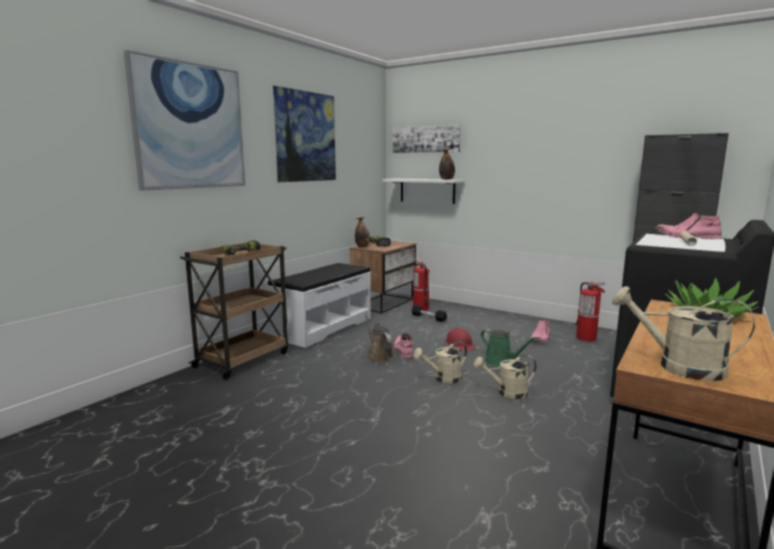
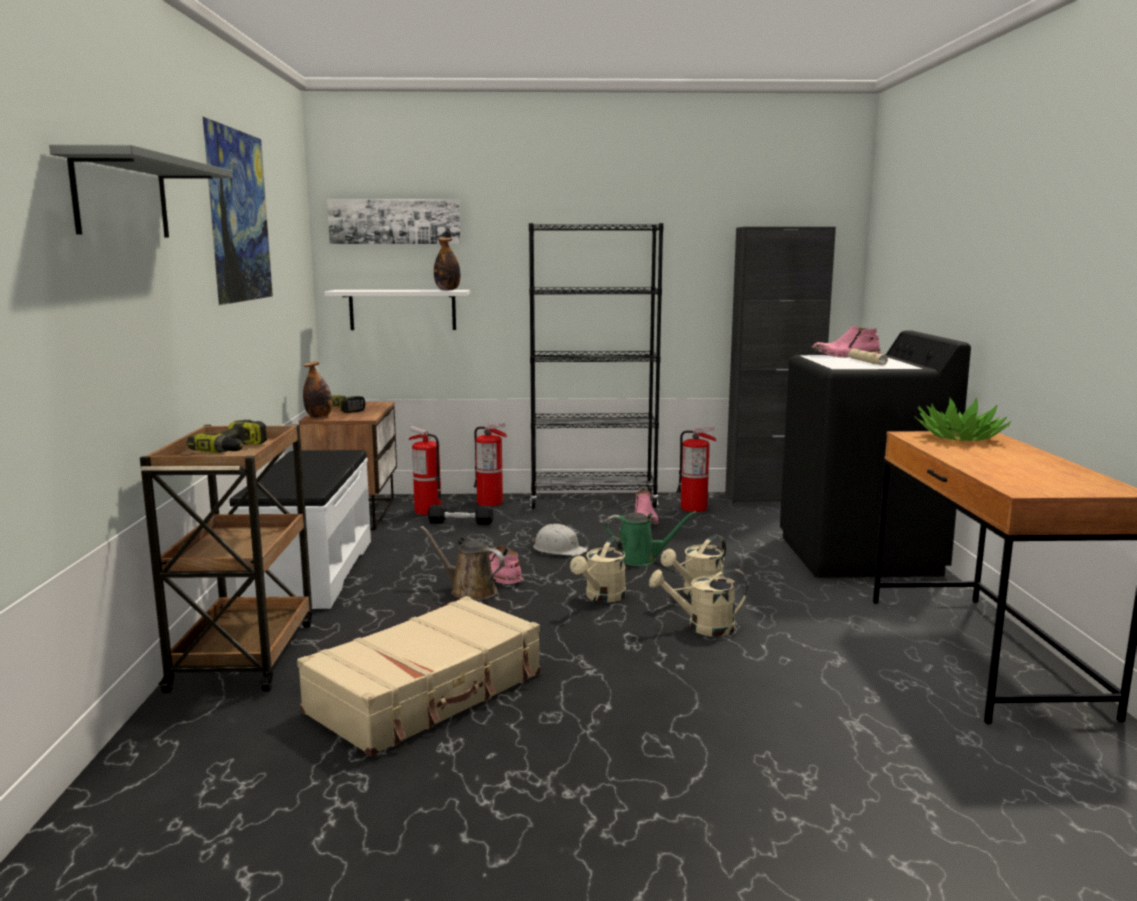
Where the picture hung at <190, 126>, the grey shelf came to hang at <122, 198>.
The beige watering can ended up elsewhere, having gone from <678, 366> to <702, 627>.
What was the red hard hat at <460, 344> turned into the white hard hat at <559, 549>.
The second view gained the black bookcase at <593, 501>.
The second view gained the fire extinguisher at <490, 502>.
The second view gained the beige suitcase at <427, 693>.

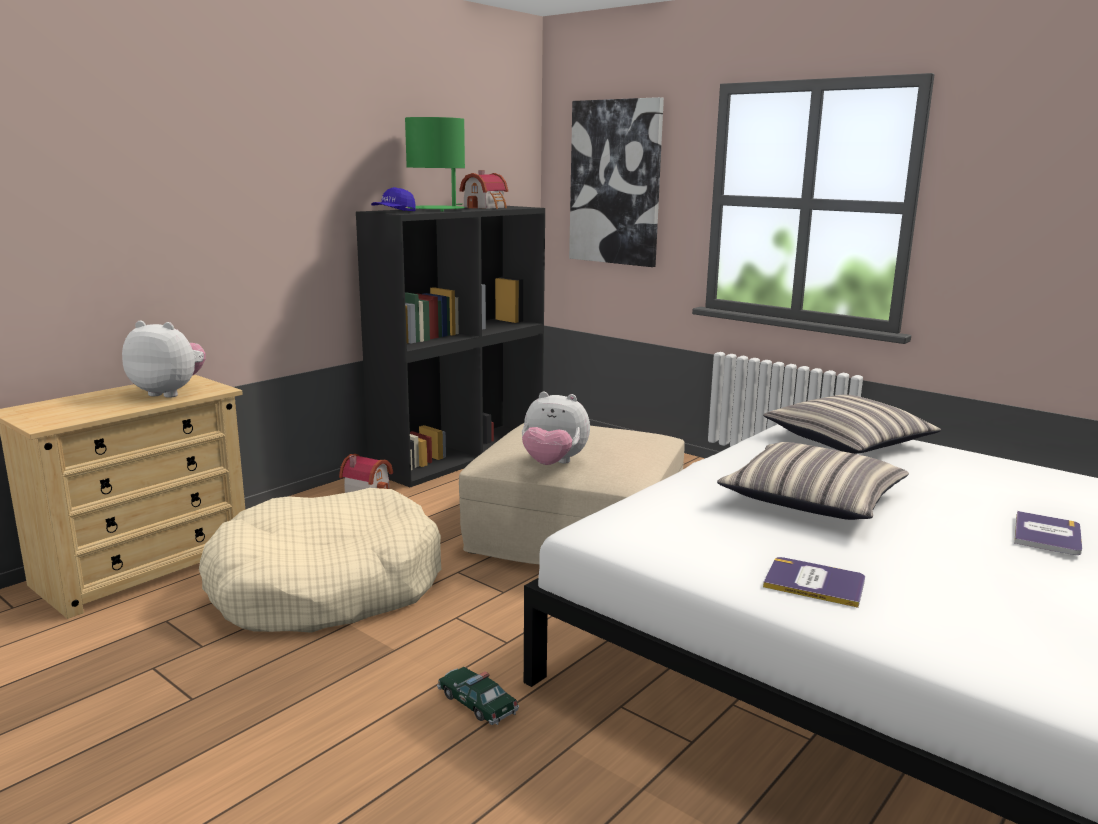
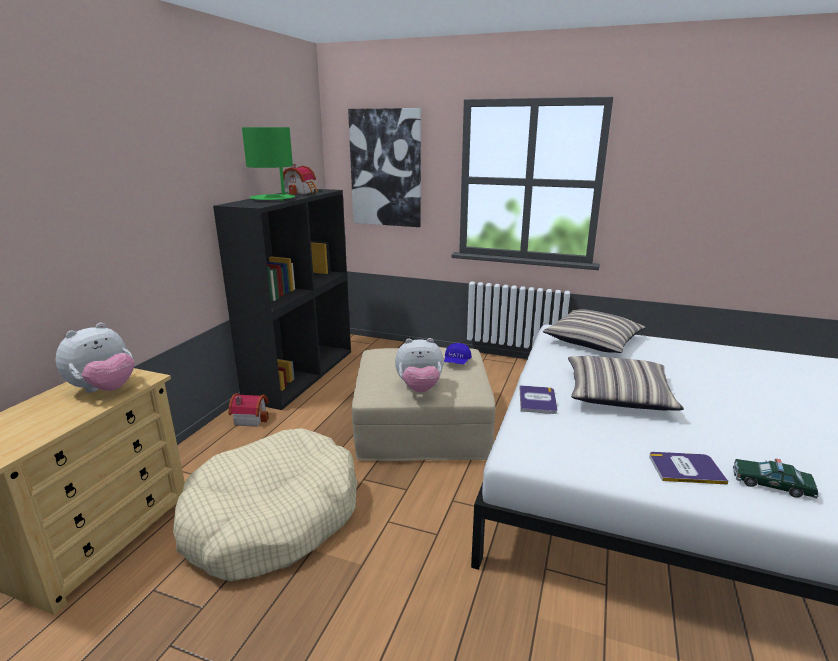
The blue cap ended up elsewhere, having gone from <394, 212> to <457, 362>.
The plush toy at <169, 392> ended up facing another way, 135 degrees clockwise from before.
The book ended up elsewhere, having gone from <1047, 534> to <537, 400>.
The toy car ended up elsewhere, having gone from <477, 703> to <771, 484>.

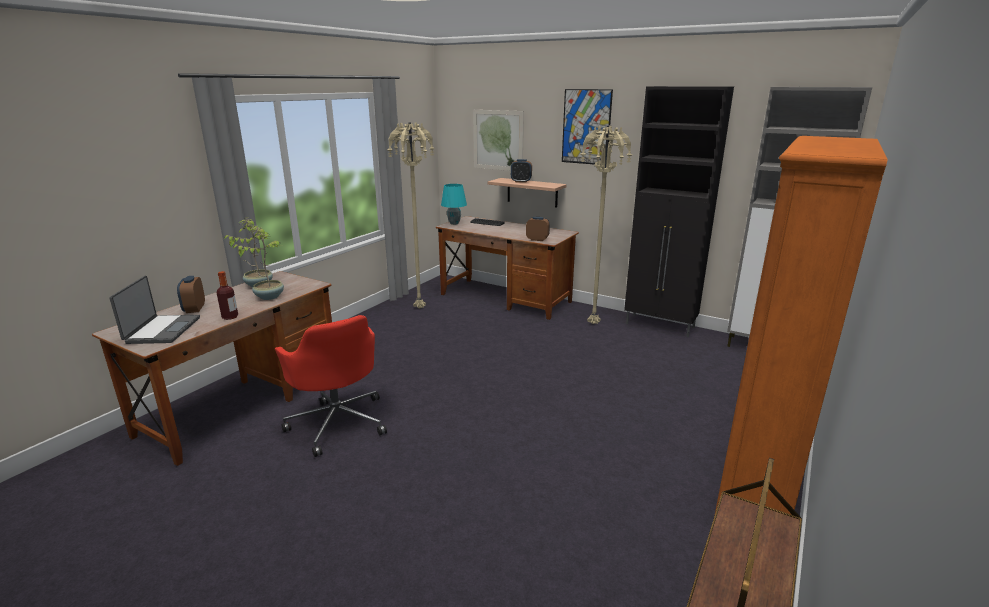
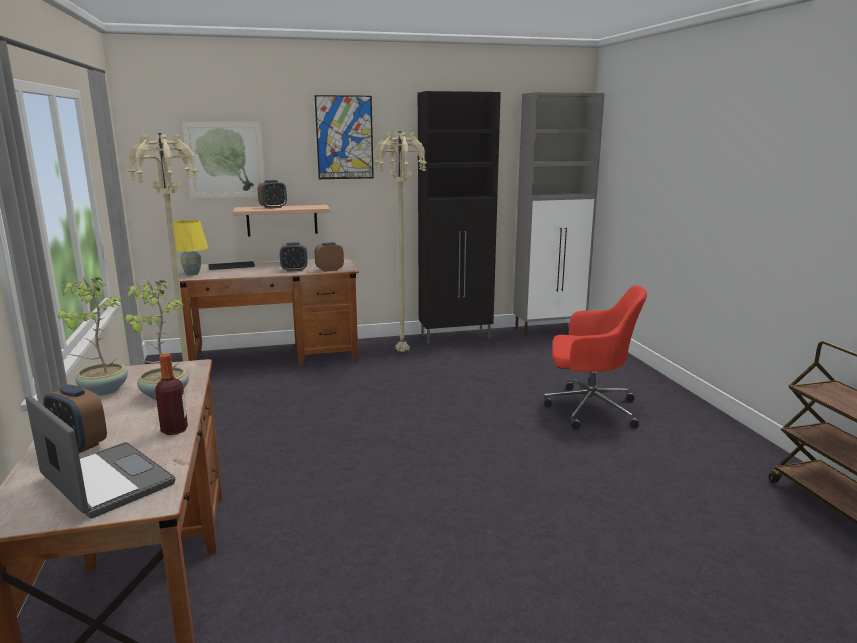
The second view lost the orange bookcase at <757, 491>.
What was the turquoise table lamp at <454, 223> turned into the yellow table lamp at <193, 274>.
The red office chair ended up elsewhere, having gone from <338, 422> to <588, 409>.
The second view gained the alarm clock at <294, 270>.

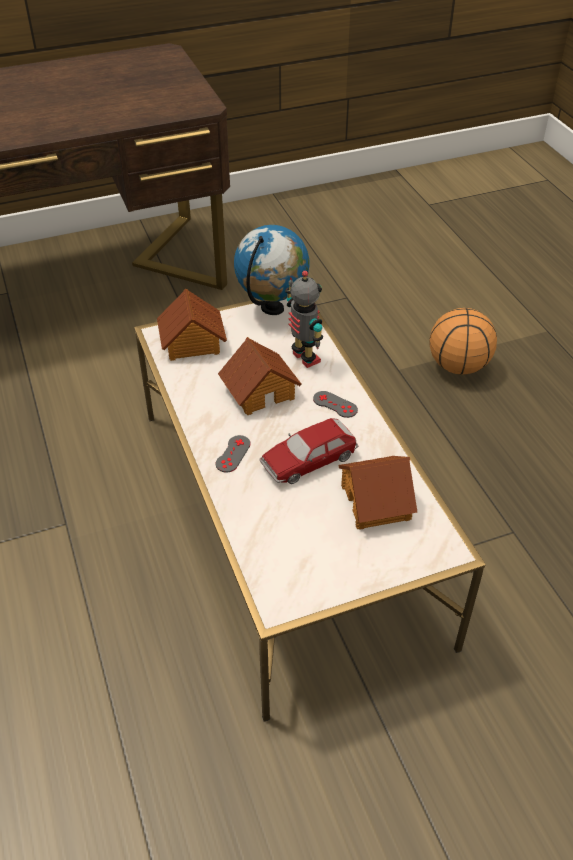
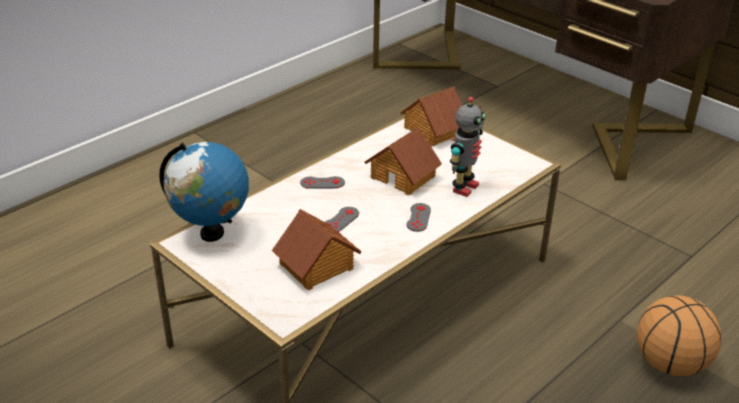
The globe ended up elsewhere, having gone from <272, 308> to <211, 233>.
Where the toy car stood at <308, 460>, the grey game controller came to stand at <341, 220>.

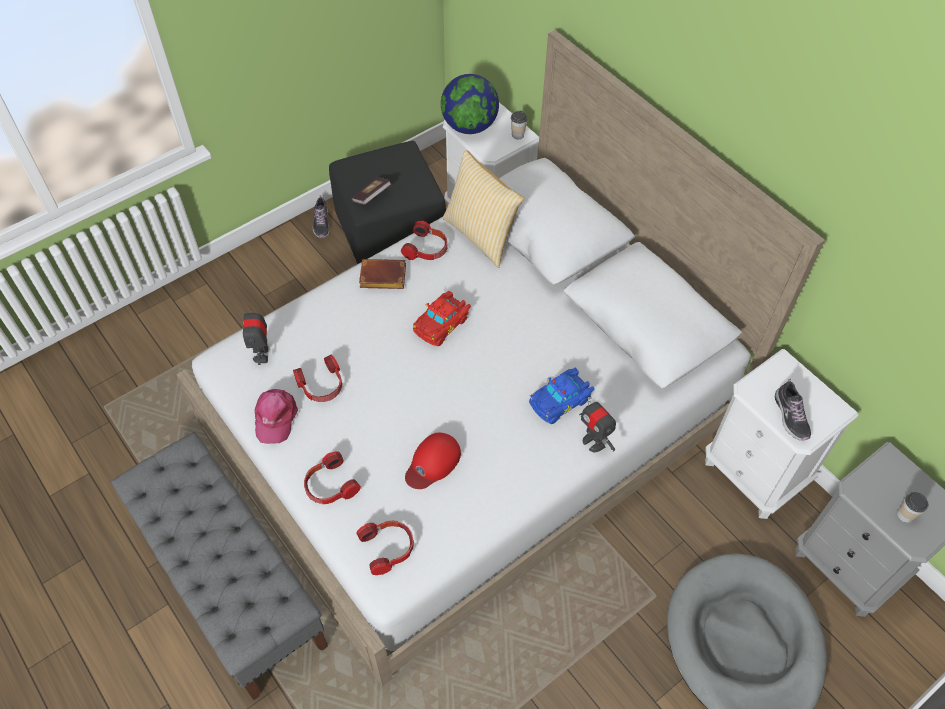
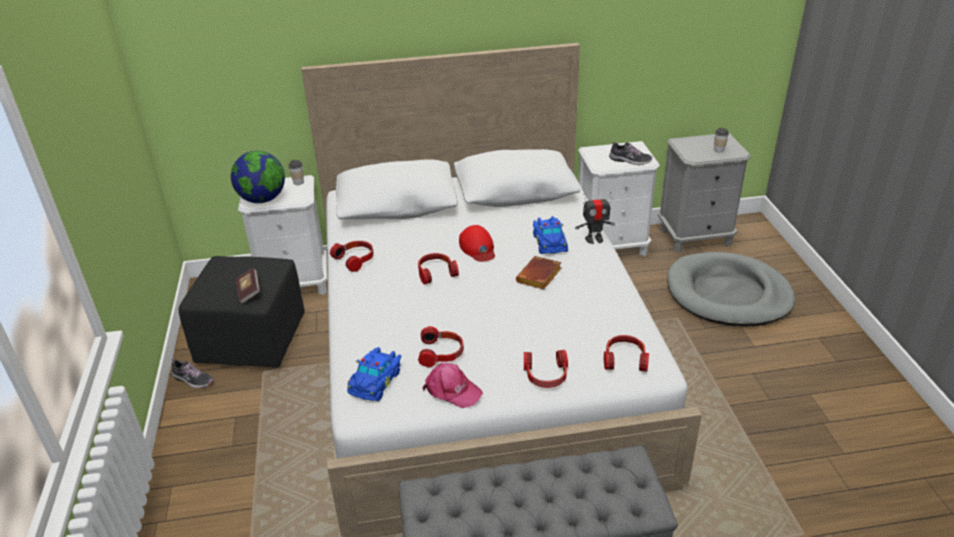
The second view lost the pillow at <481, 235>.
The brown book ended up elsewhere, having gone from <381, 278> to <539, 277>.
Where the red toy car stood at <442, 323>, the headphones came to stand at <436, 273>.
Where the toy robot stood at <262, 354>, the blue toy car came to stand at <376, 381>.
The red cap ended up elsewhere, having gone from <432, 462> to <478, 248>.

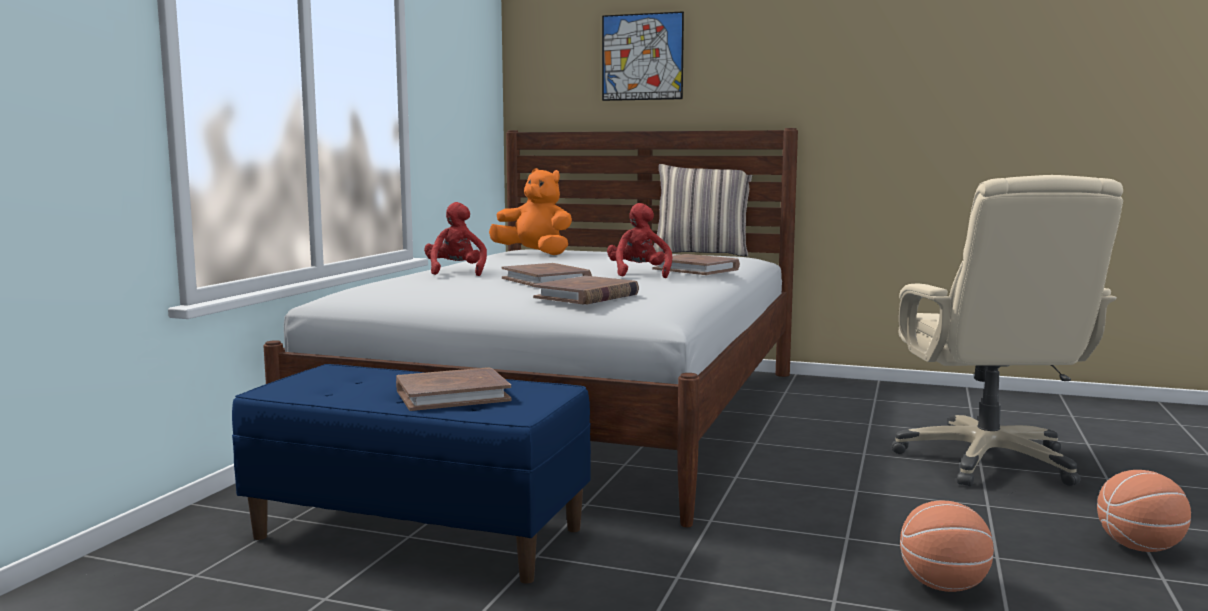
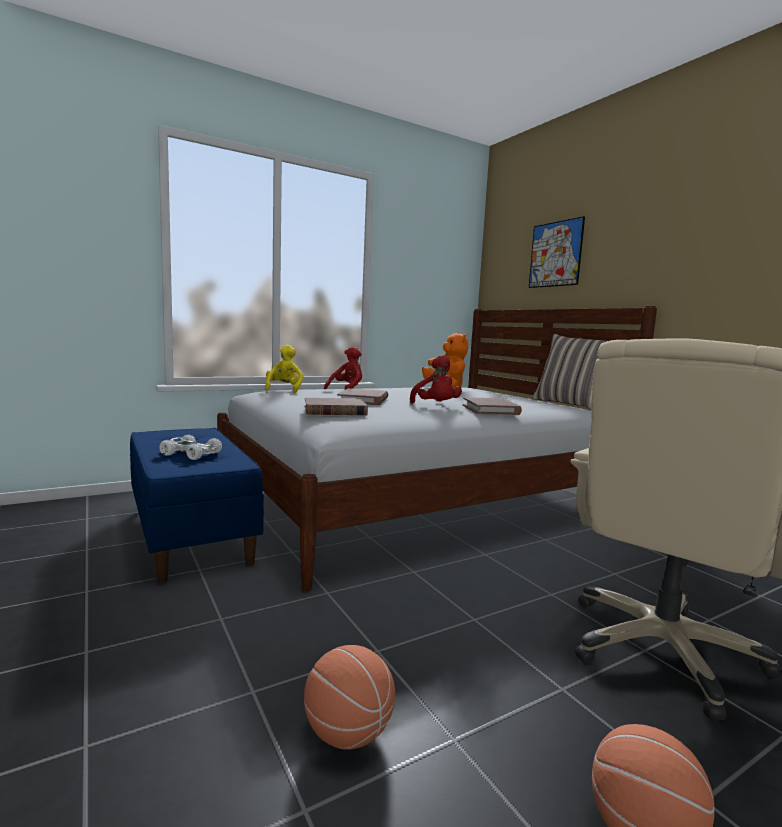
The red plush toy at <639, 274> ended up facing another way, 120 degrees clockwise from before.
Where the brown book stood at <452, 395>, the white toy car came to stand at <190, 454>.
The second view gained the yellow plush toy at <284, 390>.

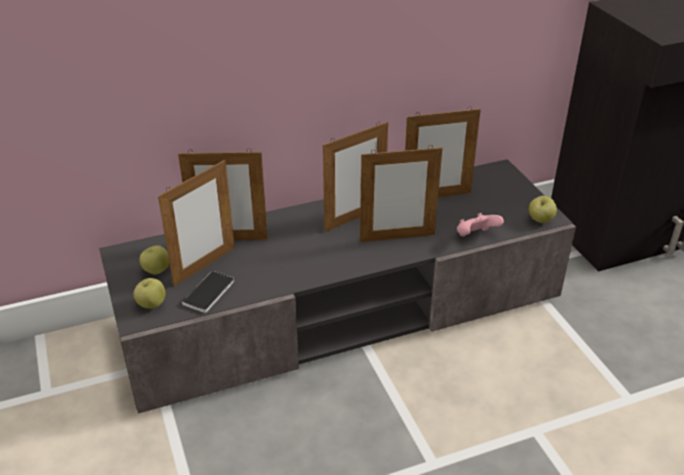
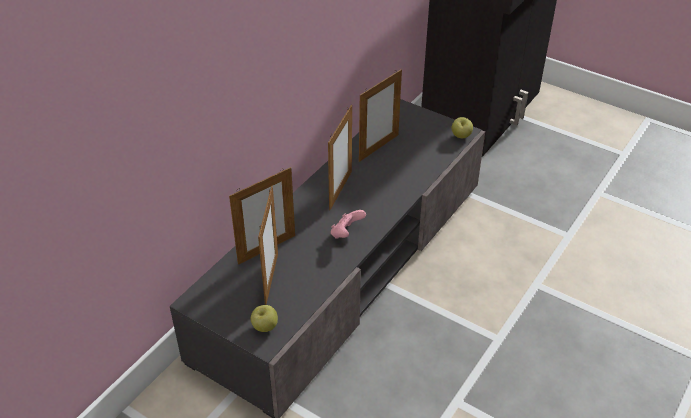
The second view lost the picture frame at <397, 238>.
The pink game controller ended up elsewhere, having gone from <476, 236> to <346, 233>.
The second view lost the apple at <156, 270>.
The second view lost the phone at <209, 293>.

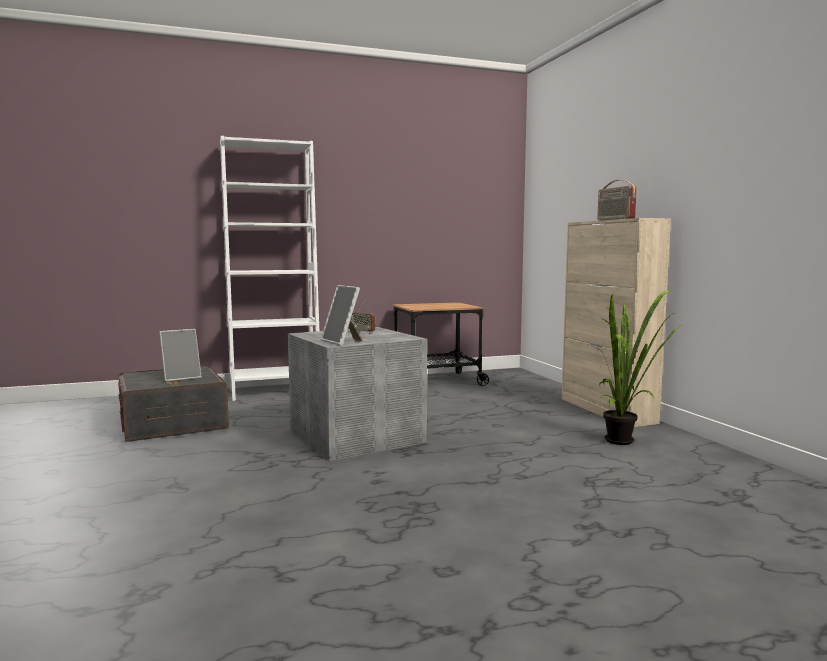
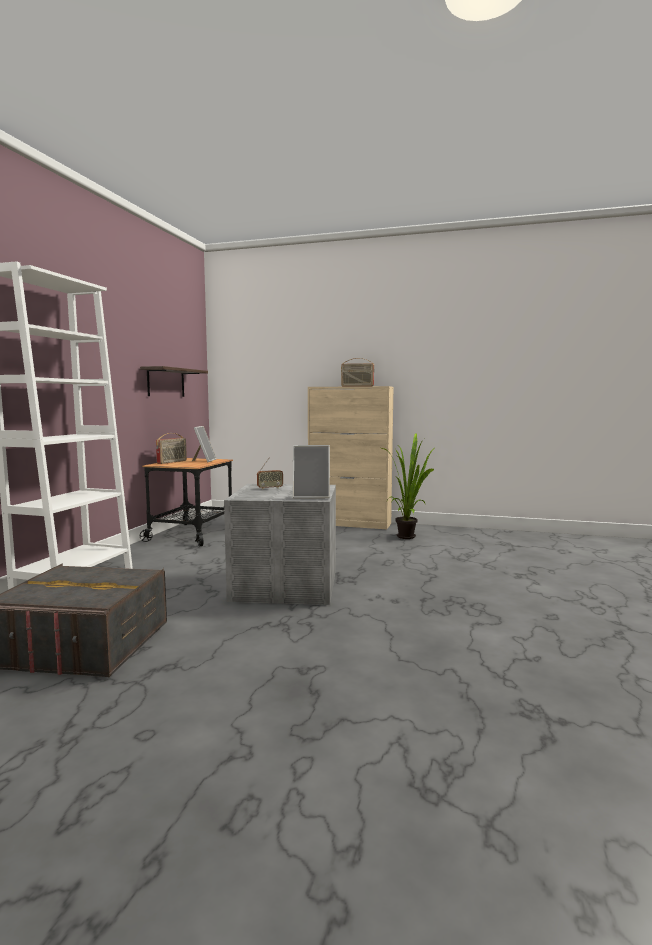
The picture frame ended up elsewhere, having gone from <181, 378> to <204, 461>.
The second view gained the shelf at <166, 382>.
The second view gained the radio at <172, 462>.

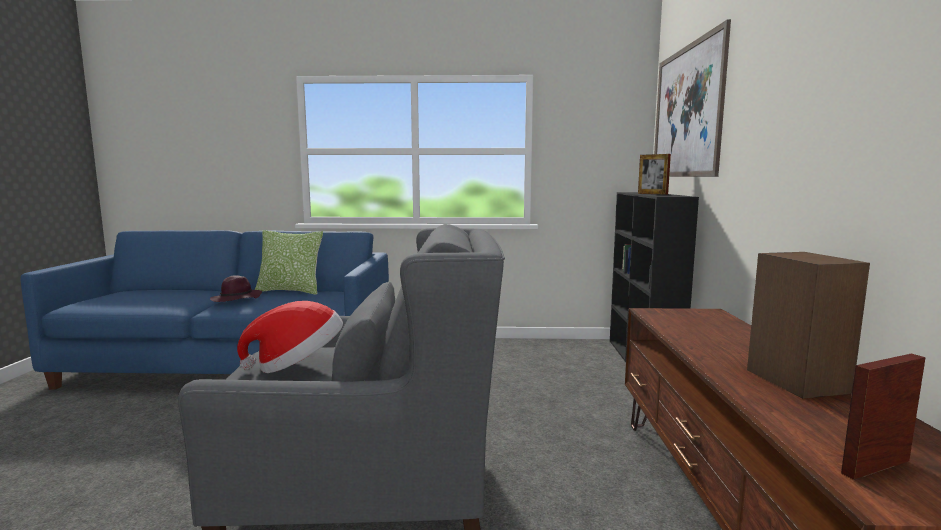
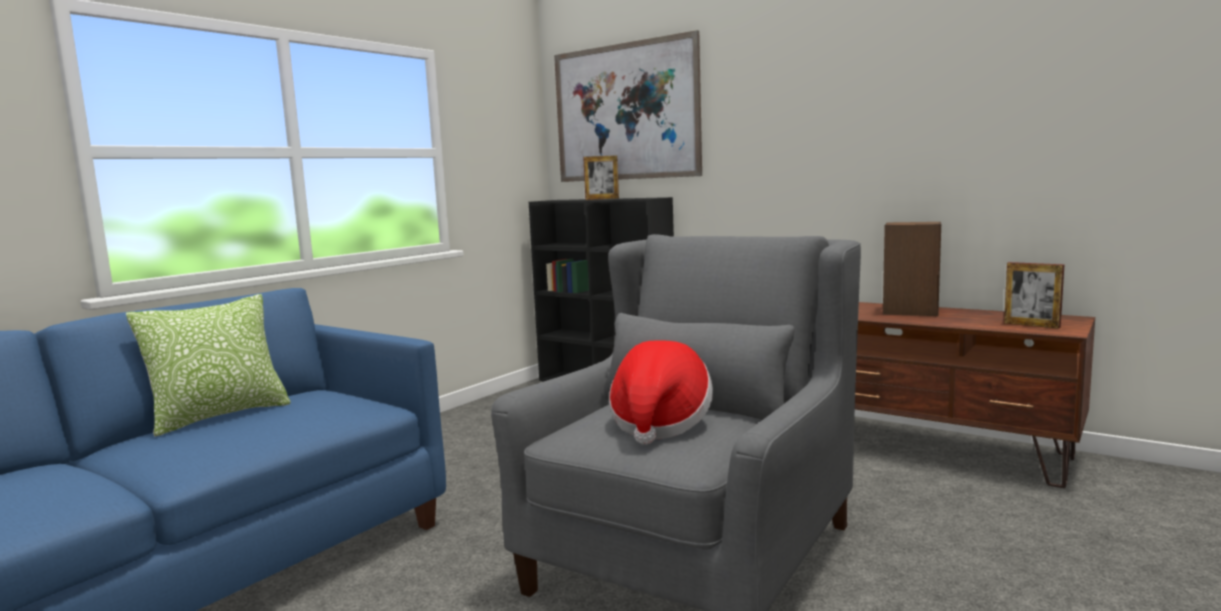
The second view lost the purple hat at <236, 299>.
The picture frame at <875, 467> ended up facing another way, 60 degrees counterclockwise from before.

